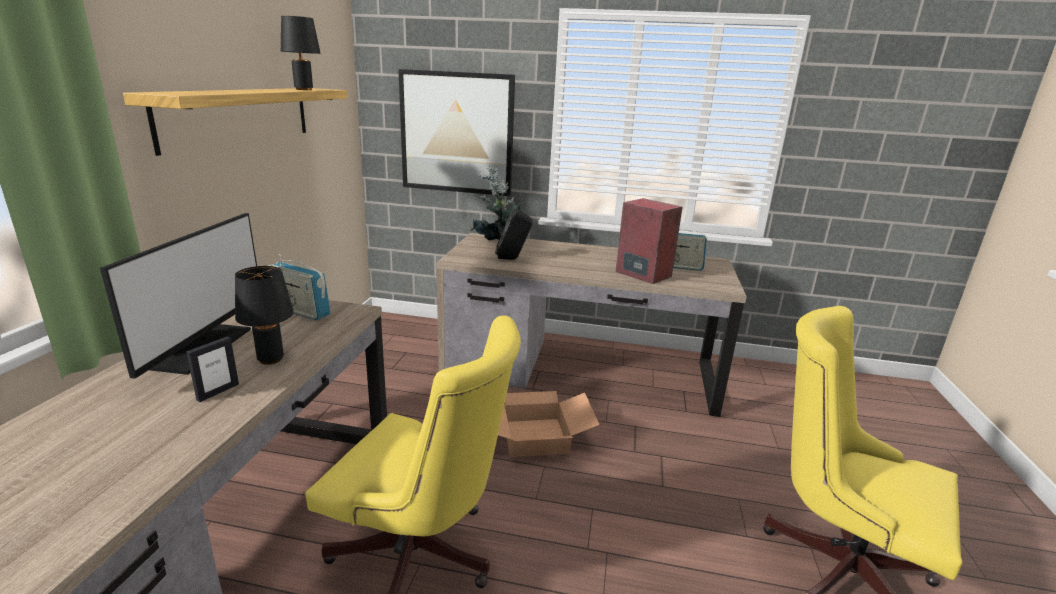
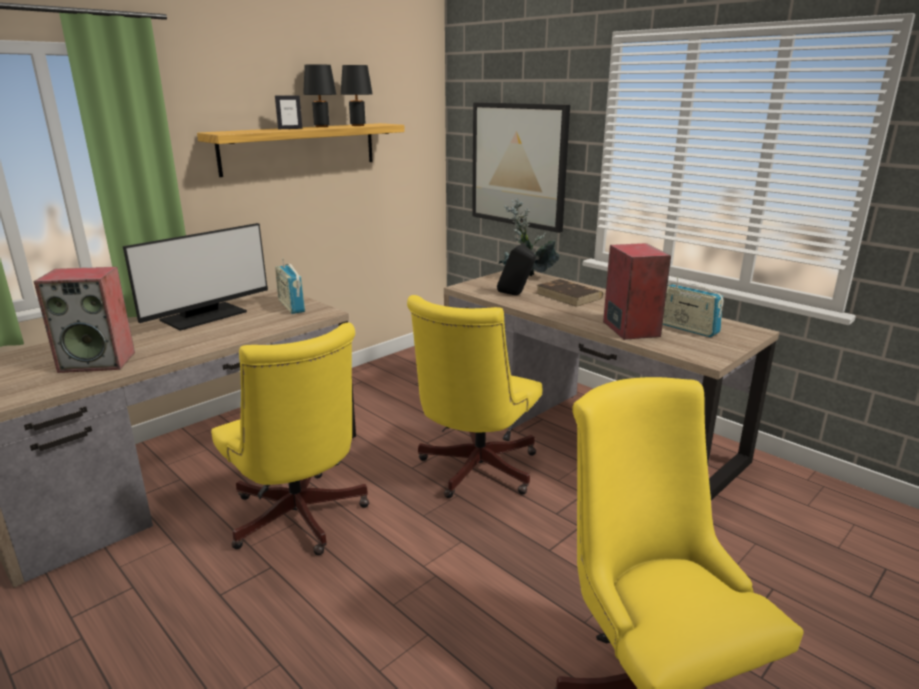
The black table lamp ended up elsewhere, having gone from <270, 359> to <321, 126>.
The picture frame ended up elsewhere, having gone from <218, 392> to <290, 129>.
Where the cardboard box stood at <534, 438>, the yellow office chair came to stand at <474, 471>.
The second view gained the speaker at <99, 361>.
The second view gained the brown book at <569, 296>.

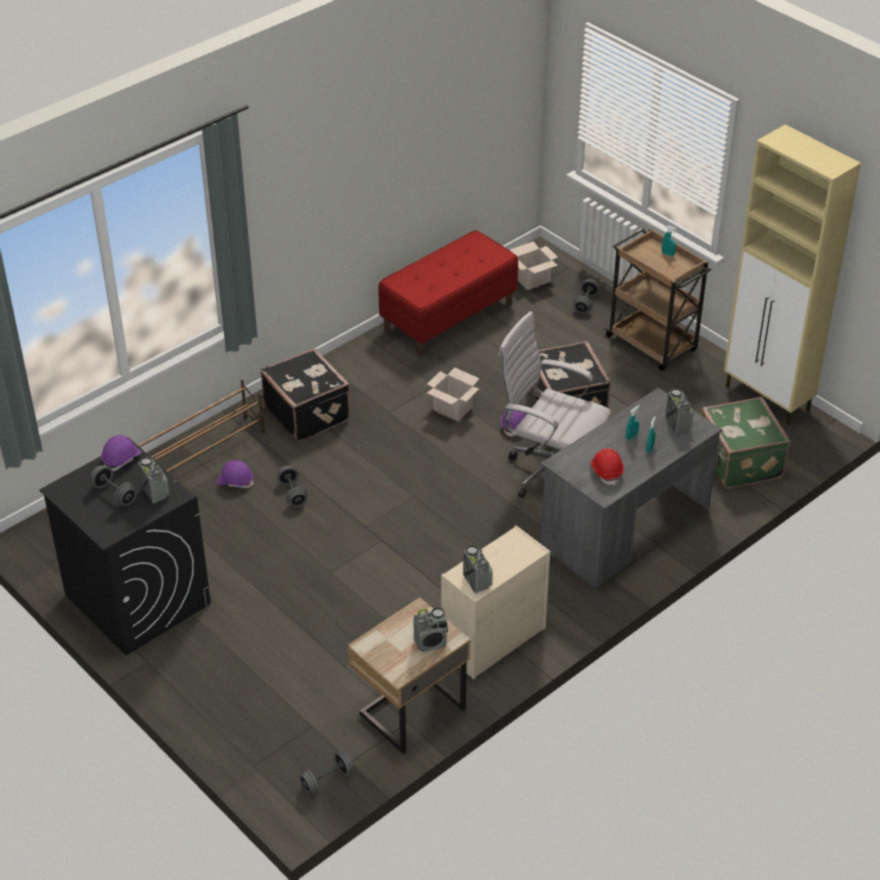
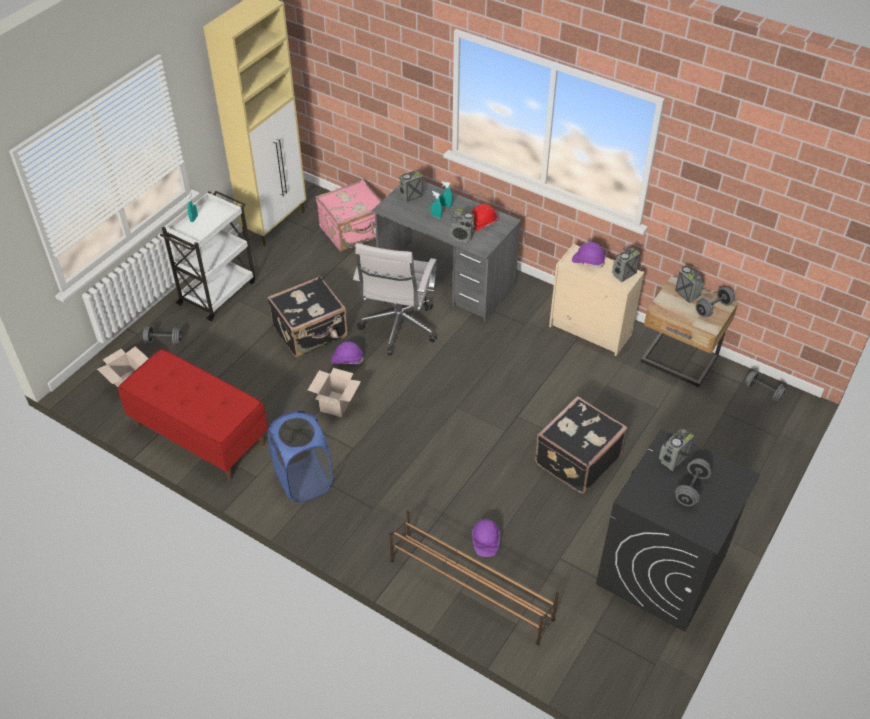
What was the brown cart at <652, 345> turned into the white cart at <218, 292>.
The black suitcase ended up elsewhere, having gone from <308, 412> to <576, 459>.
What was the green suitcase at <738, 462> turned into the pink suitcase at <354, 231>.
The purple hard hat ended up elsewhere, having gone from <122, 459> to <588, 261>.
The grey dumbbell ended up elsewhere, having gone from <292, 493> to <713, 309>.
The second view gained the radio at <462, 237>.
The second view gained the blue laundry basket at <304, 480>.

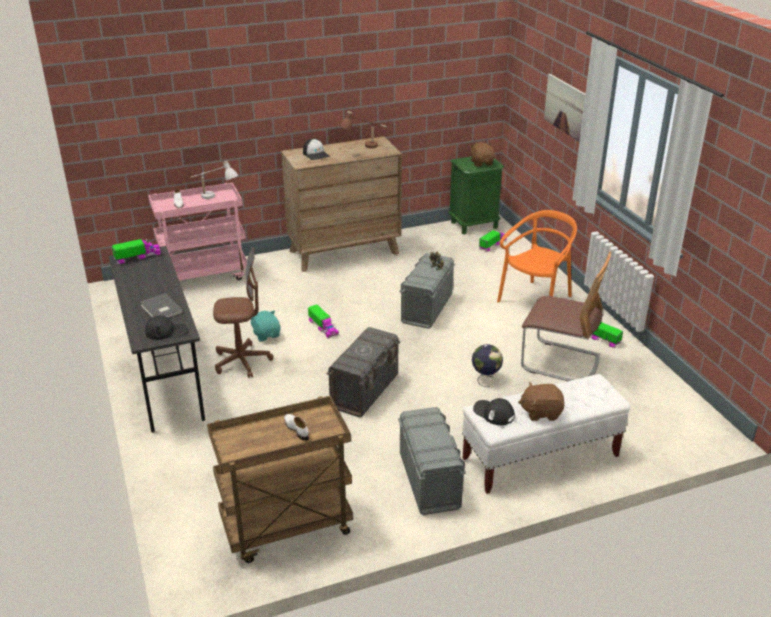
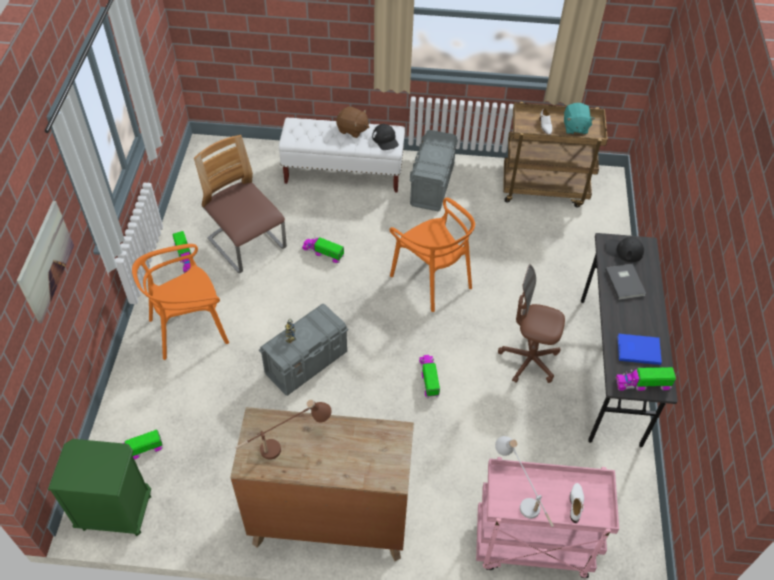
The second view lost the cap at <316, 154>.
The second view lost the brown plush toy at <482, 163>.
The turquoise plush toy ended up elsewhere, having gone from <266, 335> to <575, 127>.
Where the grey storage box stood at <365, 391>, the orange chair came to stand at <432, 279>.
Where the globe stood at <485, 379>, the toy truck came to stand at <323, 253>.
The second view gained the blue book at <637, 349>.

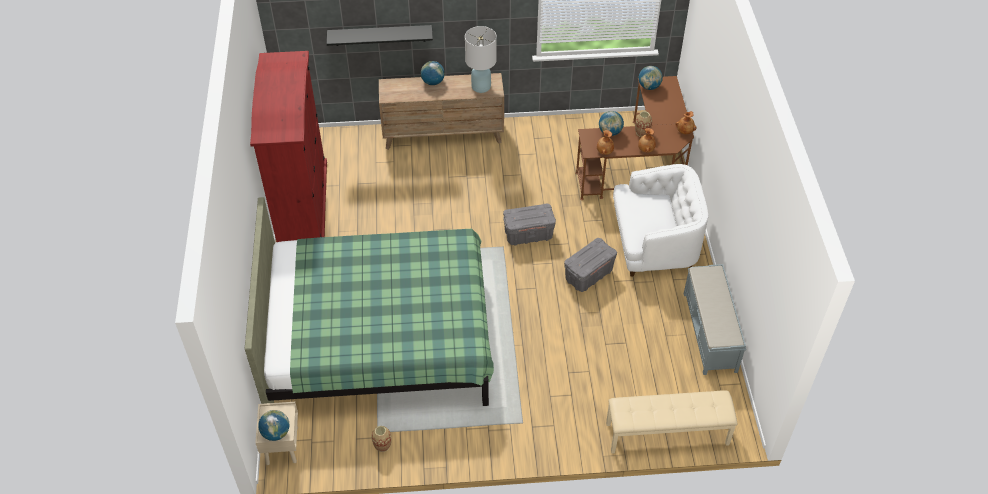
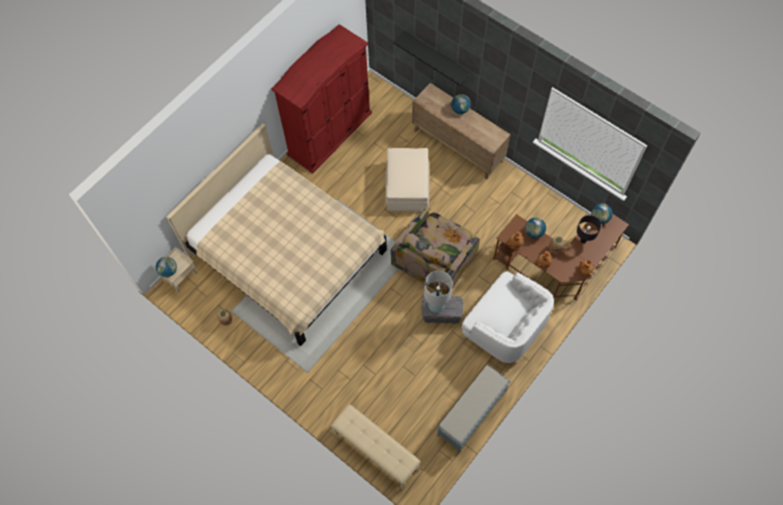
The white table lamp ended up elsewhere, having gone from <481, 86> to <436, 305>.
What was the green bed at <378, 337> turned into the beige bed at <287, 254>.
Where the grey storage box stood at <528, 235>, the armchair came to stand at <435, 257>.
The second view gained the beige ottoman at <407, 186>.
The second view gained the black table lamp at <583, 240>.

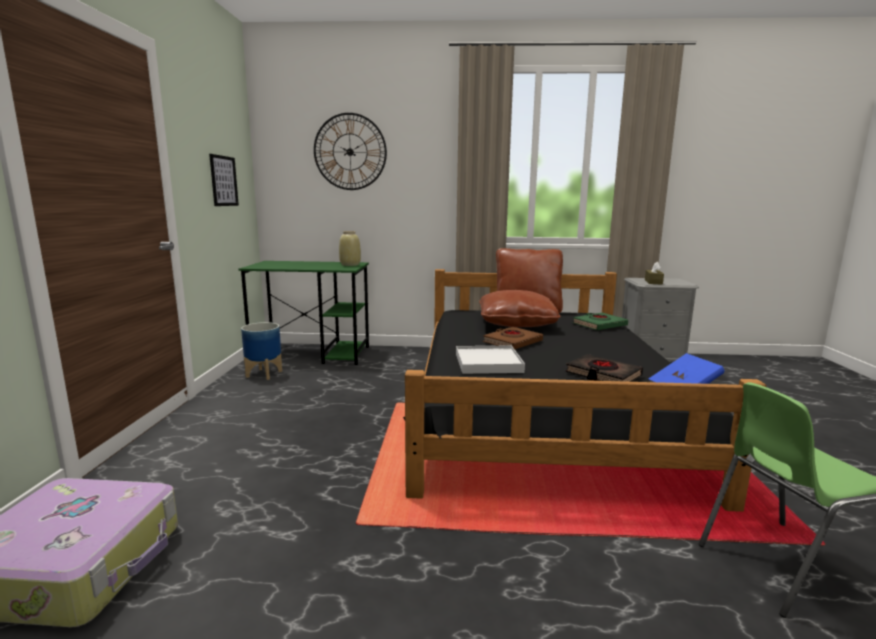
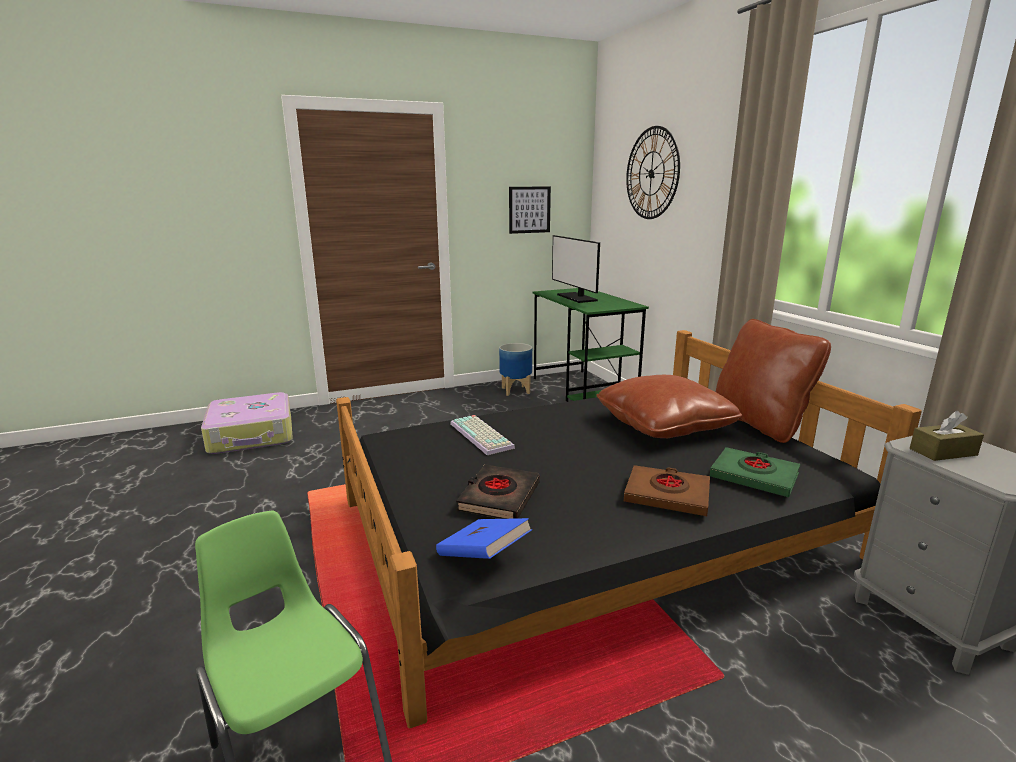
The second view lost the beige vase at <350, 264>.
The brown book ended up elsewhere, having gone from <512, 342> to <667, 495>.
Where the white tray stood at <488, 363>, the keyboard came to stand at <483, 435>.
The second view gained the monitor at <577, 298>.

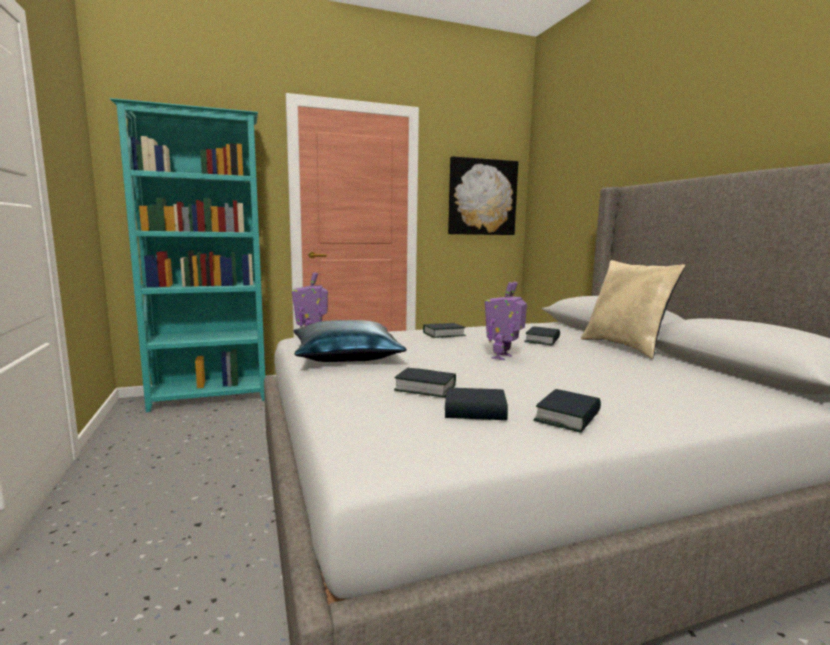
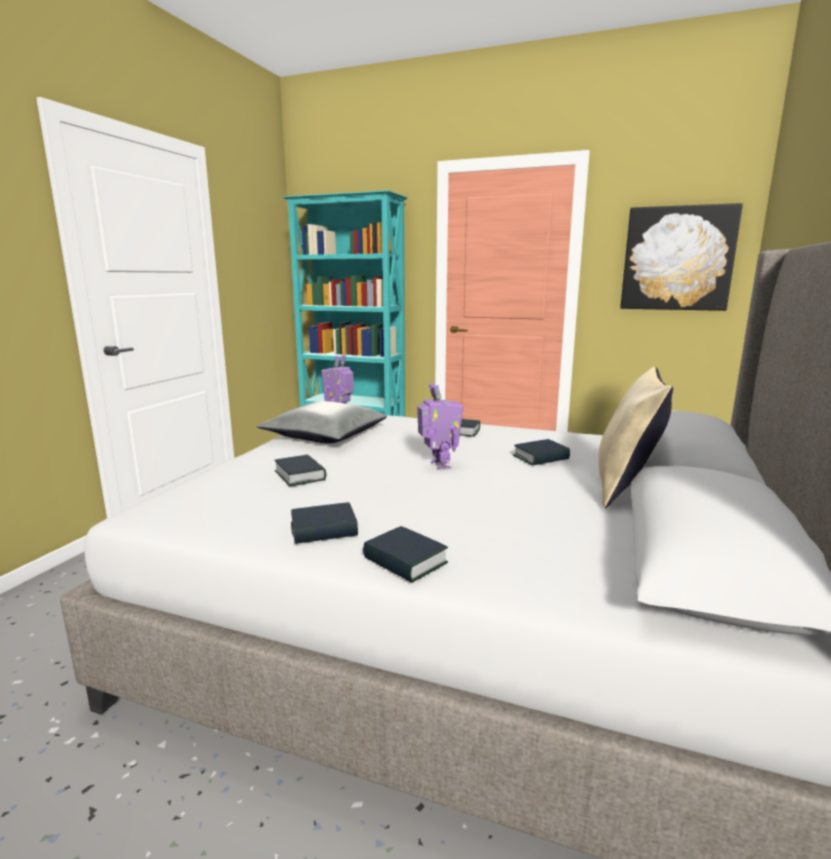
The toy robot at <503, 357> ended up facing another way, 90 degrees clockwise from before.
What was the blue pillow at <346, 356> turned into the grey pillow at <325, 435>.
The book ended up elsewhere, having gone from <475, 411> to <405, 561>.

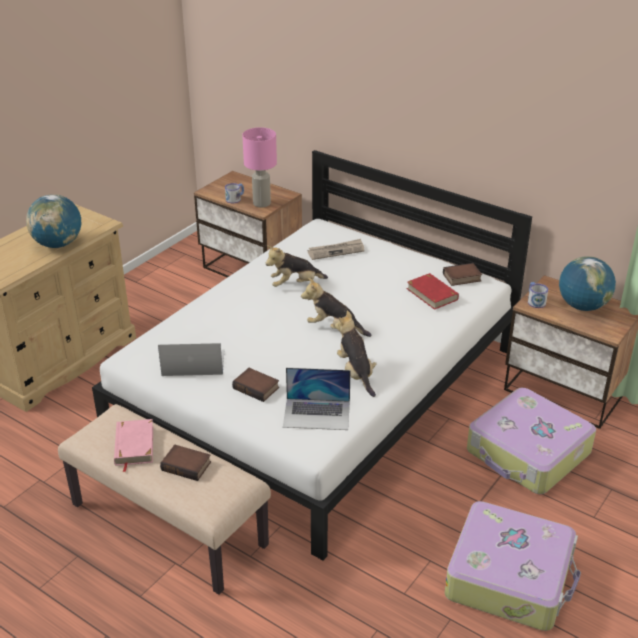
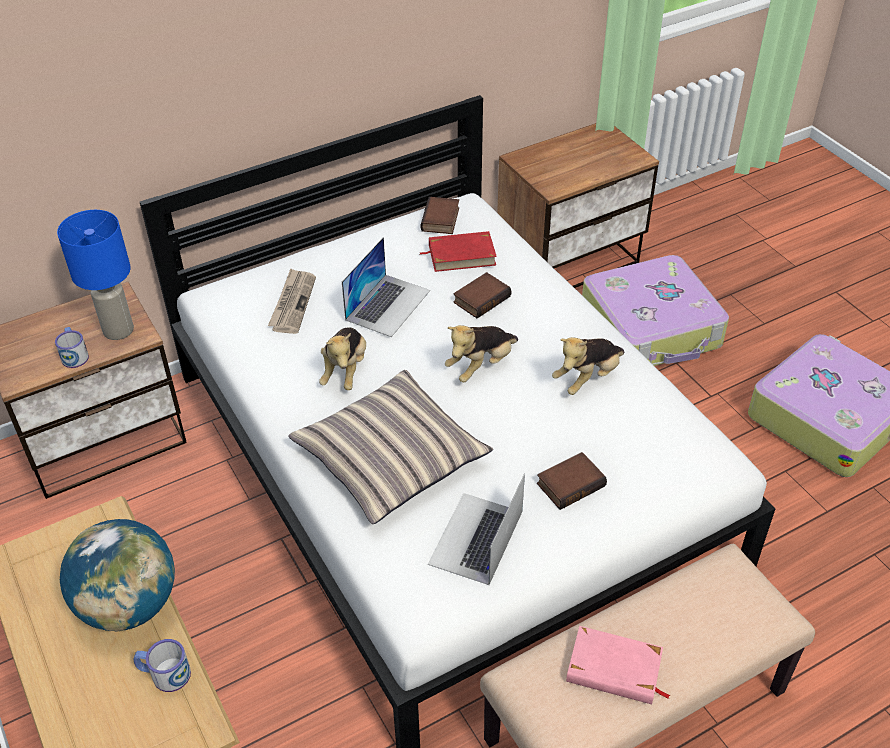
What was the pink table lamp at <262, 203> turned into the blue table lamp at <119, 330>.
The second view lost the globe at <582, 306>.
The mug ended up elsewhere, having gone from <535, 301> to <164, 674>.
The plush toy at <356, 373> ended up facing another way, 45 degrees counterclockwise from before.
The laptop ended up elsewhere, having gone from <317, 414> to <388, 305>.
The book ended up elsewhere, having gone from <187, 465> to <481, 298>.
The second view gained the pillow at <391, 457>.

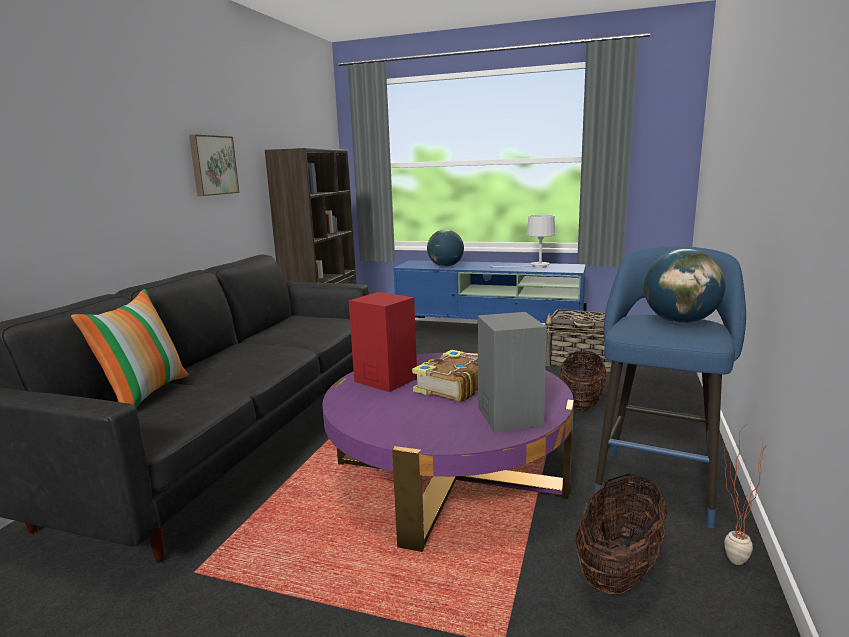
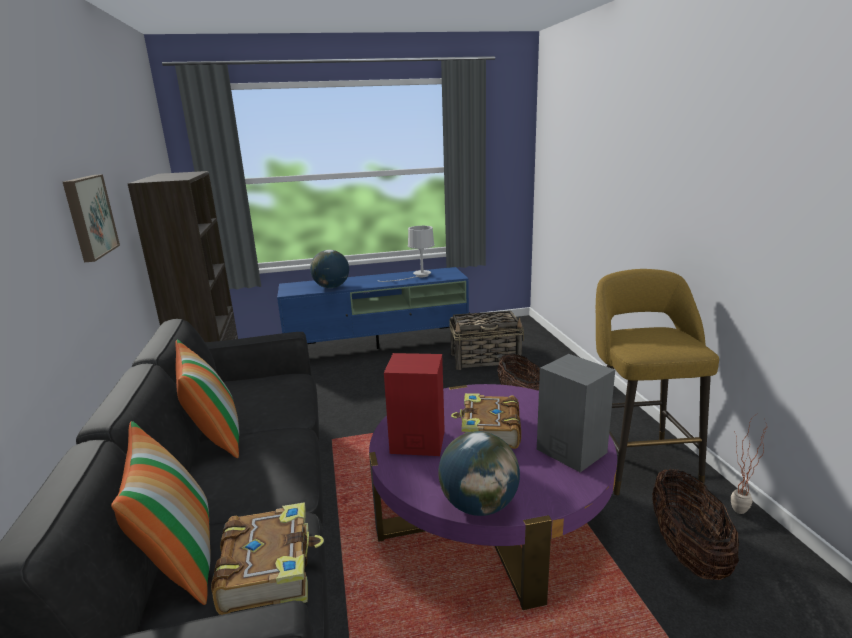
What was the blue stool at <657, 482> turned into the yellow stool at <637, 461>.
The globe ended up elsewhere, having gone from <679, 321> to <478, 505>.
The second view gained the pillow at <215, 437>.
The second view gained the book at <270, 569>.

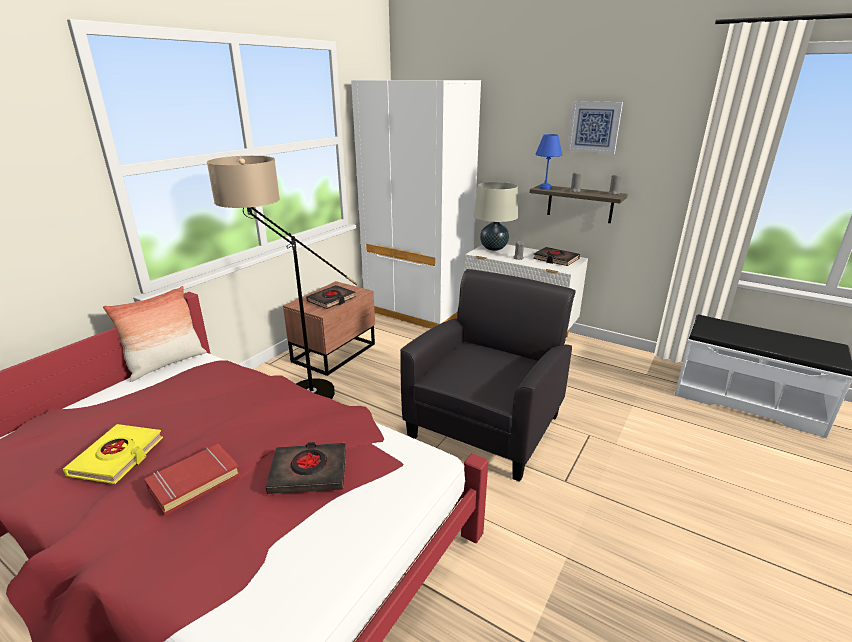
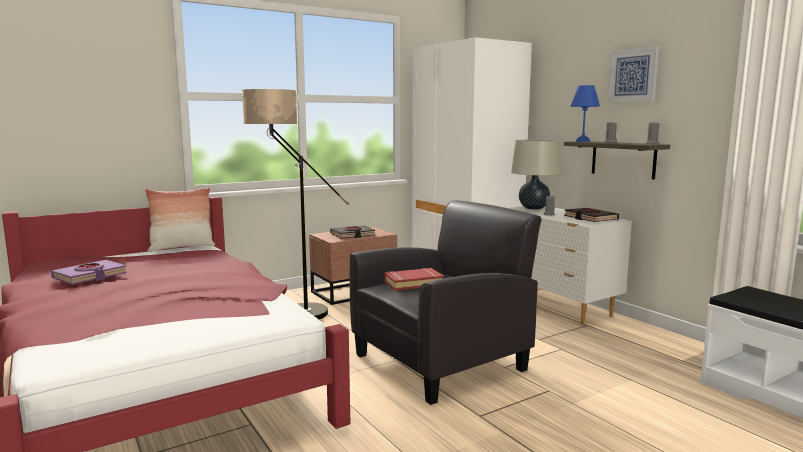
What was the yellow book at <117, 457> turned into the purple book at <90, 276>.
The second view lost the black book at <309, 472>.
The red book ended up elsewhere, having gone from <194, 482> to <413, 283>.

